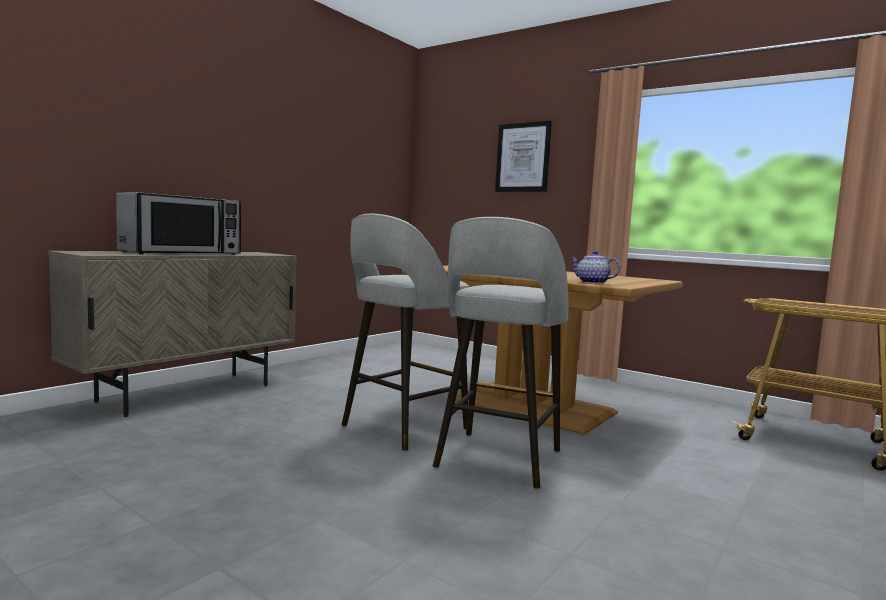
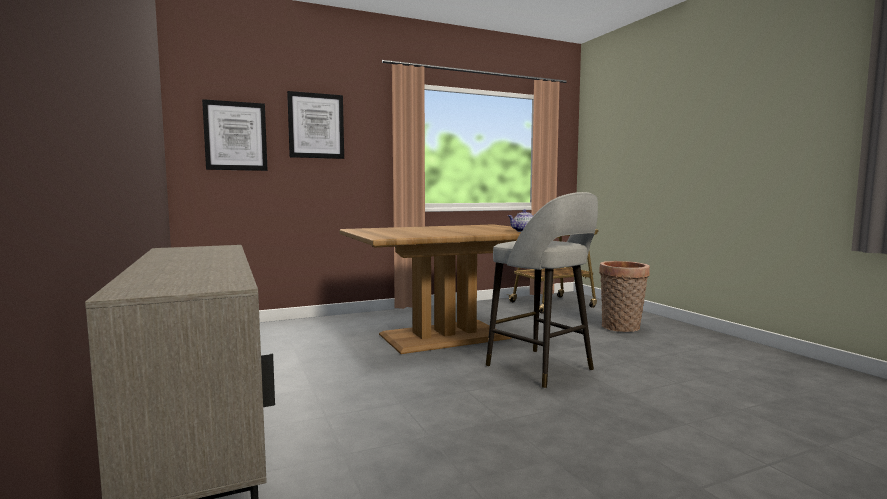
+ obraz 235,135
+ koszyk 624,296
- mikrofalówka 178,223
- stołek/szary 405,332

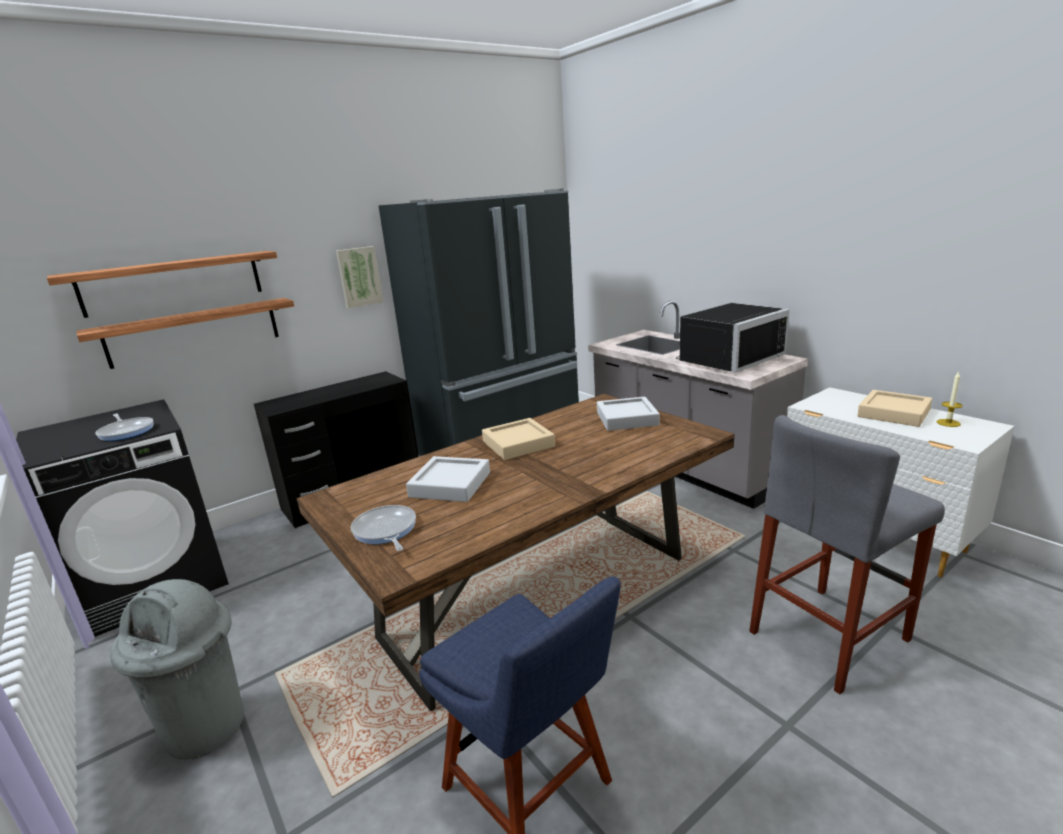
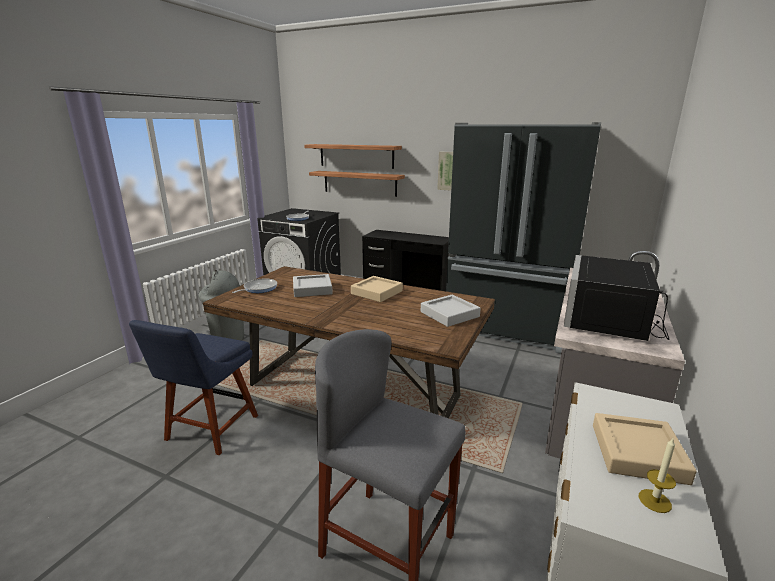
~ mikrofalówka/czarny 732,338 = 617,298 90 degrees clockwise

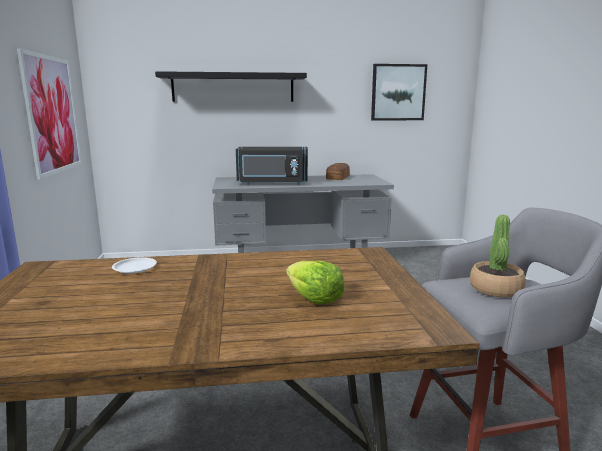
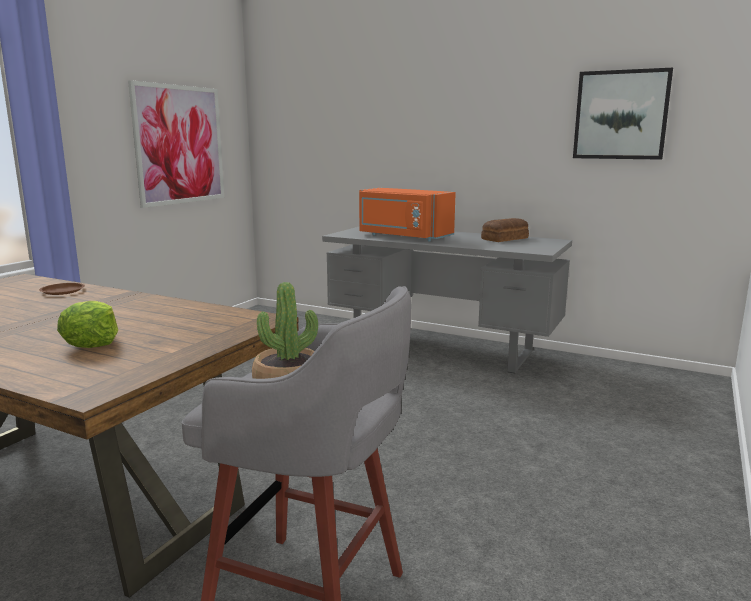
~ talerz/biały 134,265 to talerz/brązowy 62,289
~ mikrofalówka/czarny 272,165 to mikrofalówka/pomarańczowy 407,214
- półka/czarny 231,86

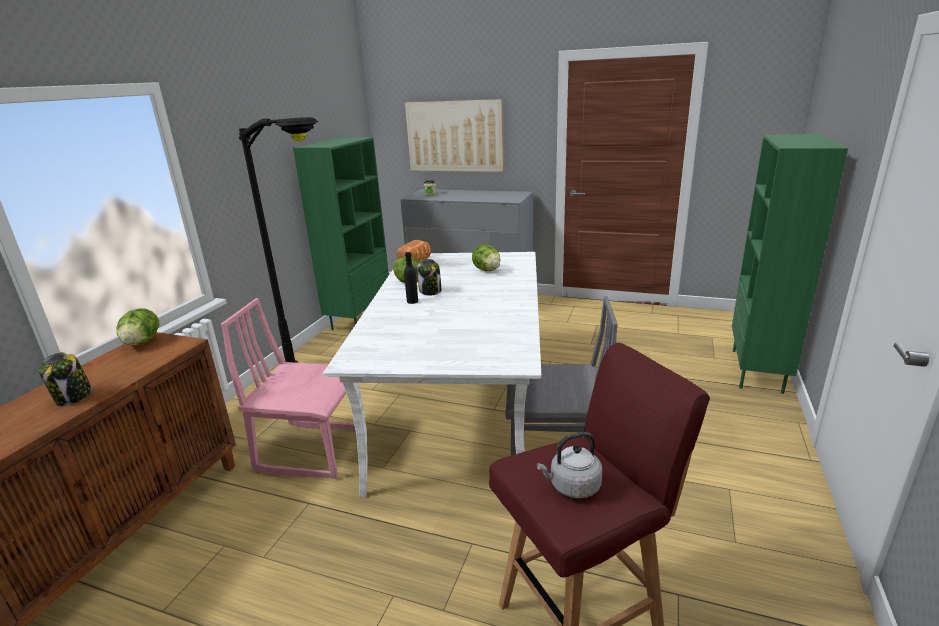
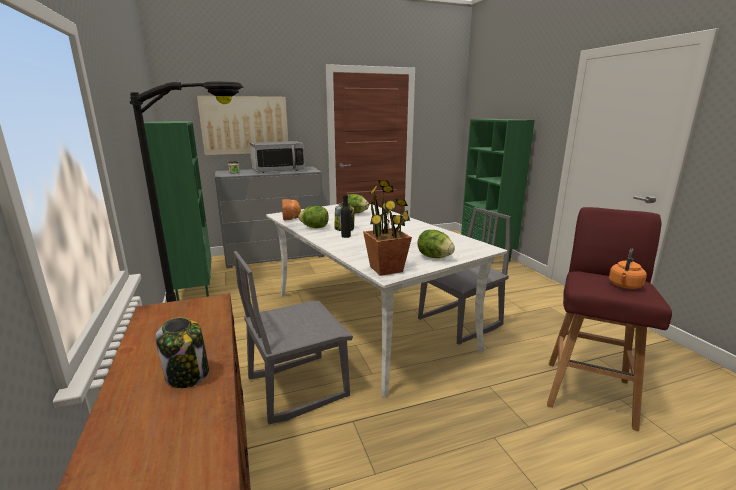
~ krzesło/różowy 288,388 to krzesło/szary 293,338
+ mikrofalówka 277,157
+ roślina doniczkowa 387,228
~ sałata 137,326 to 436,244
~ czajnik/szary 569,465 to czajnik/pomarańczowy 628,268

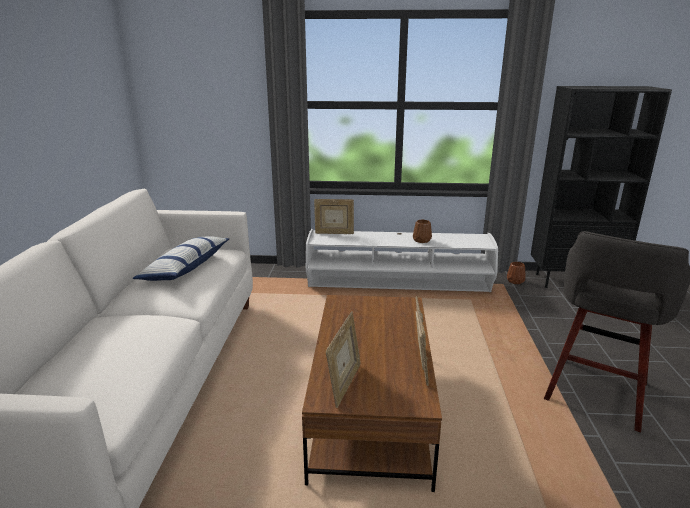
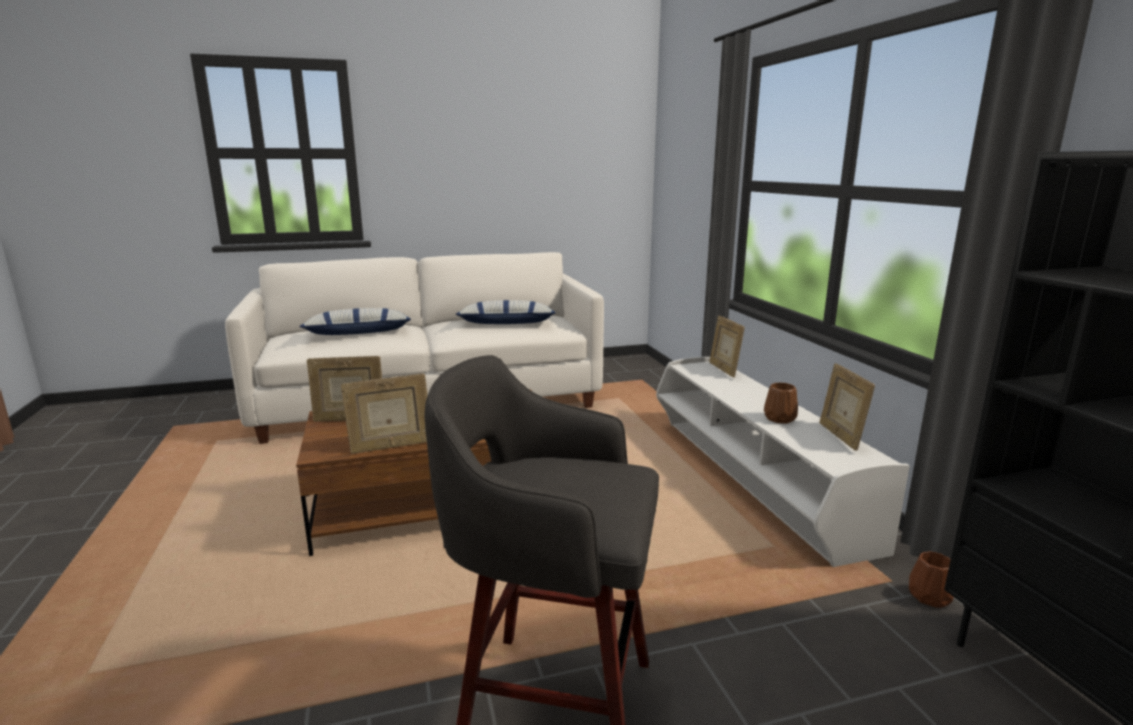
+ poduszka 355,321
+ ramka na zdjęcie 847,407

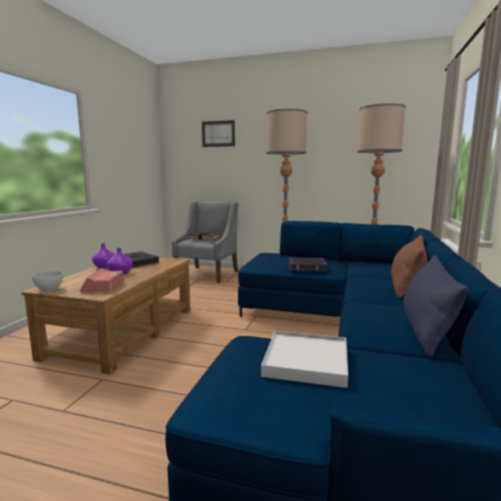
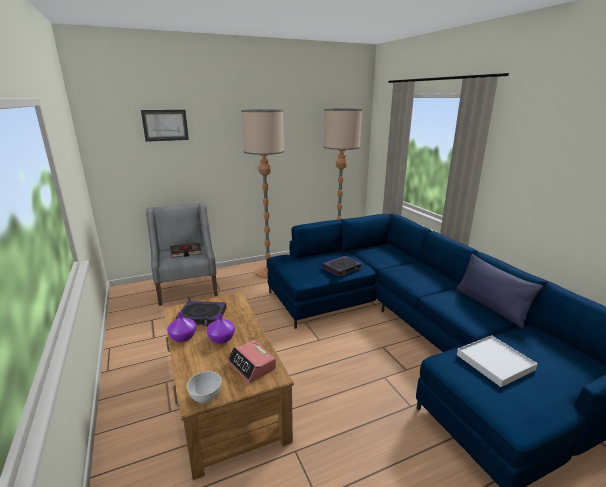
- poduszka/brązowy 409,266

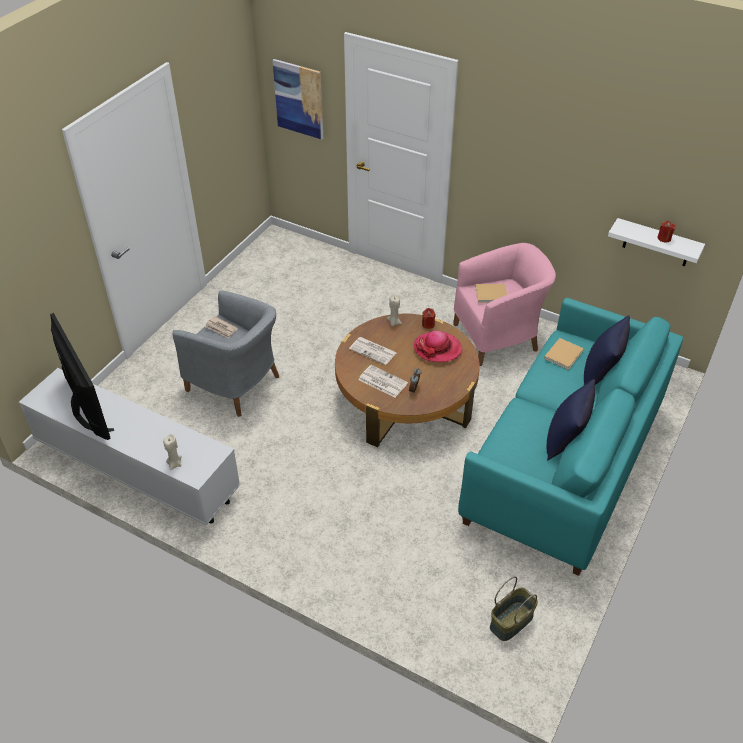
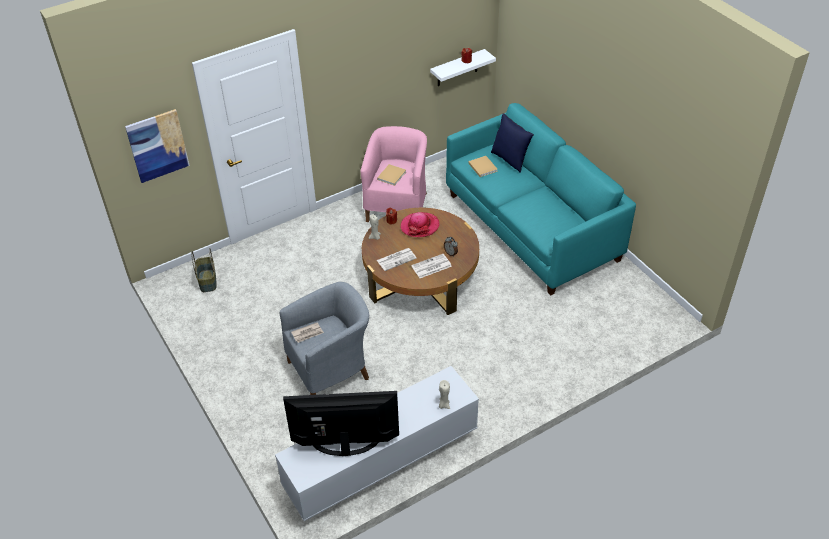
~ koszyk 514,608 to 204,270
- poduszka/niebieski 571,419

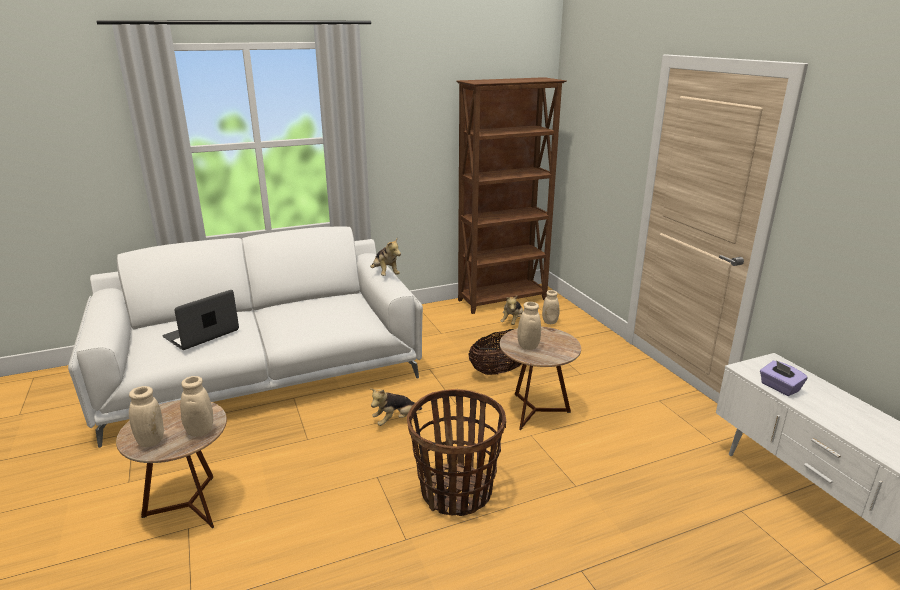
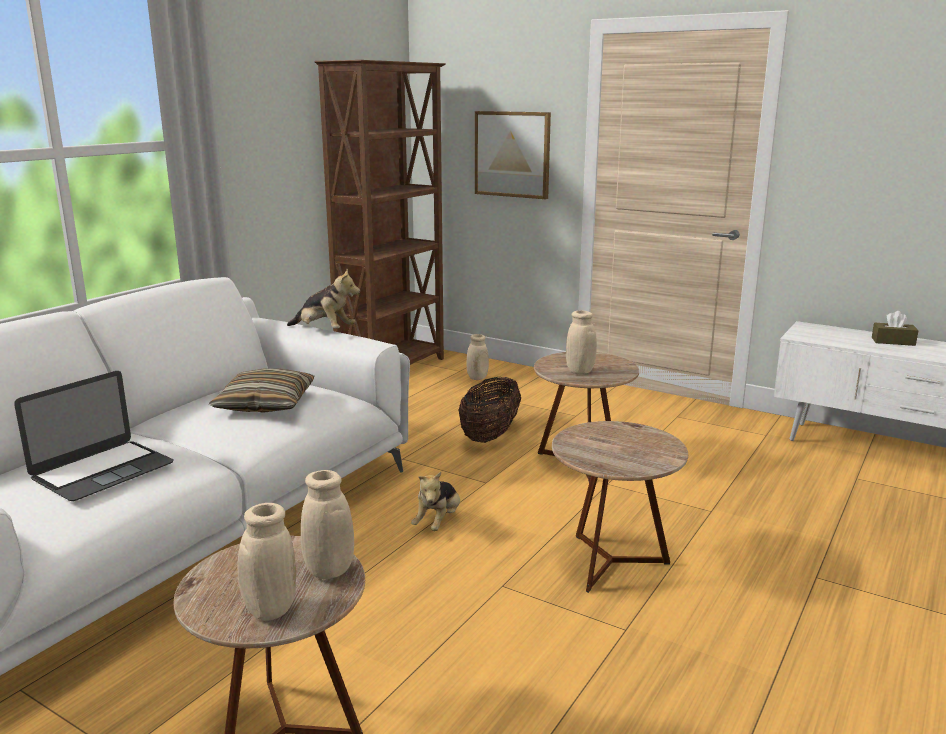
~ laptop 201,320 = 94,436 150 degrees counterclockwise
+ poduszka 261,390
+ obraz 513,155
~ koszyk 456,452 to stolik/brązowy 620,507
+ pudełko chusteczek/brązowy 895,328
- pluszak 511,310
- pudełko chusteczek/fioletowy 783,378

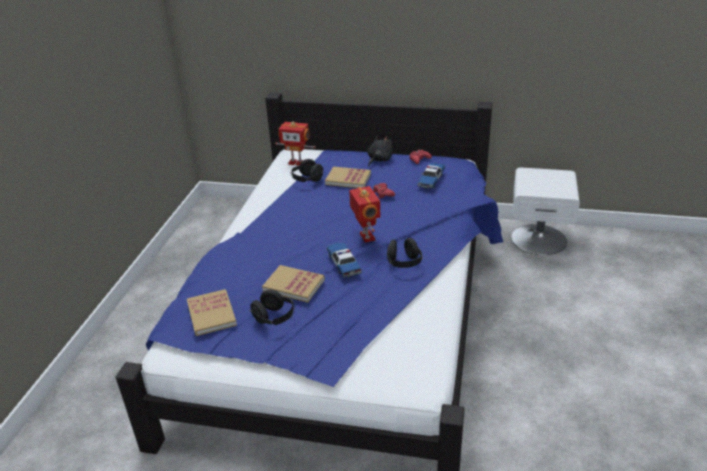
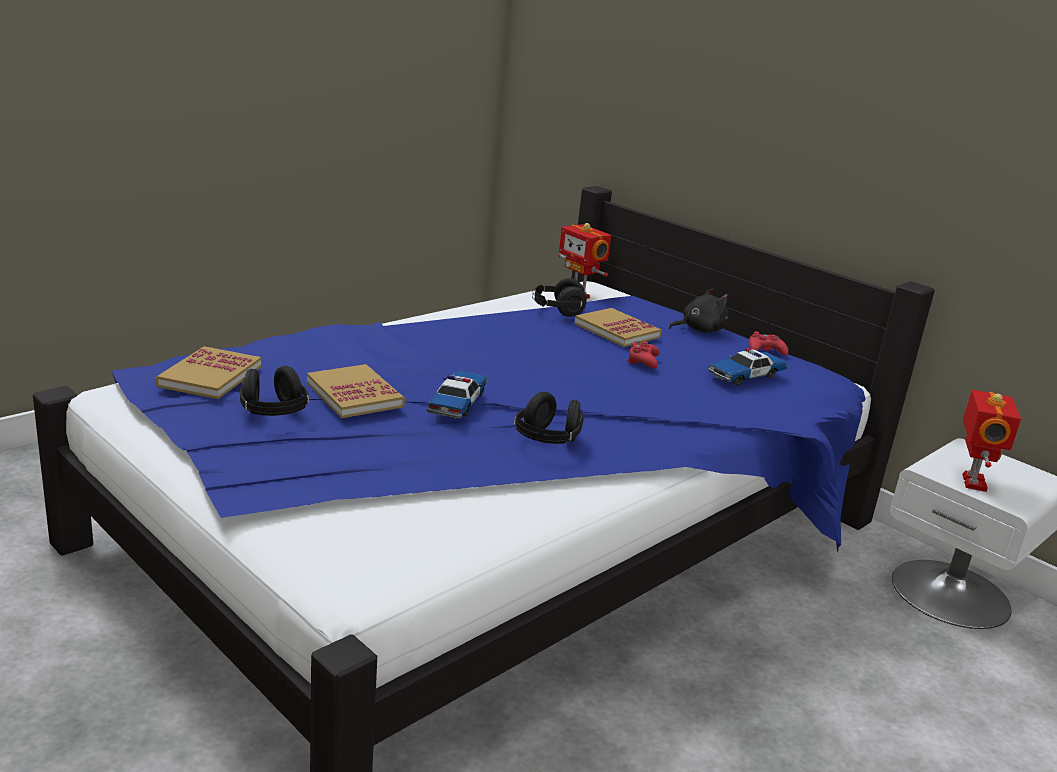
~ robot zabawkowy 364,214 to 991,441

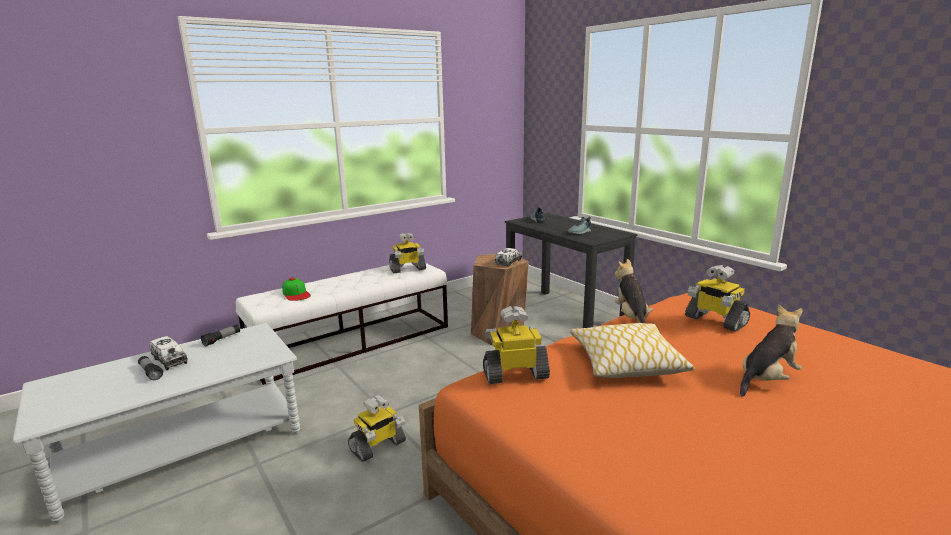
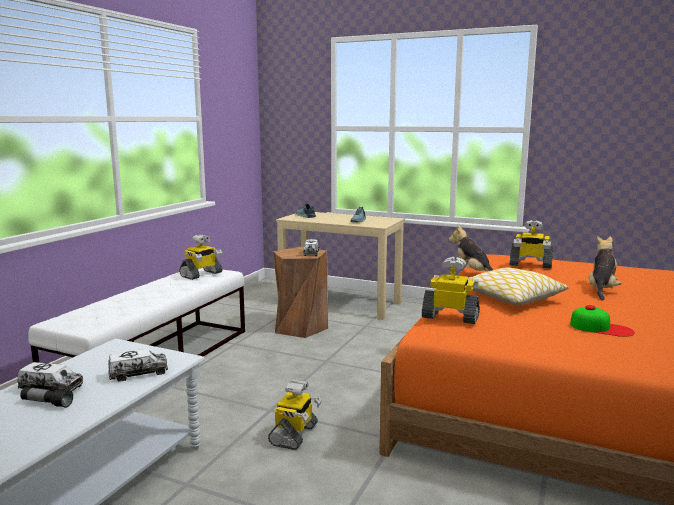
+ ciężarówka zabawkowa 138,365
~ biurko/czarny 571,270 to biurko/beżowy 340,266
~ robot zabawkowy 516,345 = 451,290 60 degrees clockwise
~ czapka z daszkiem 296,289 to 602,321
- latarka 220,335

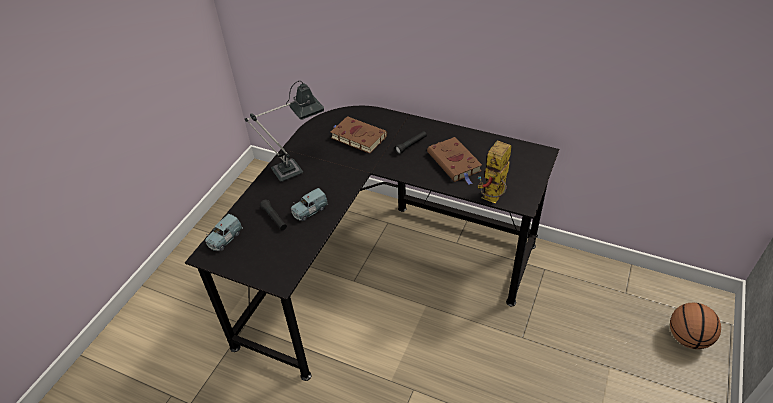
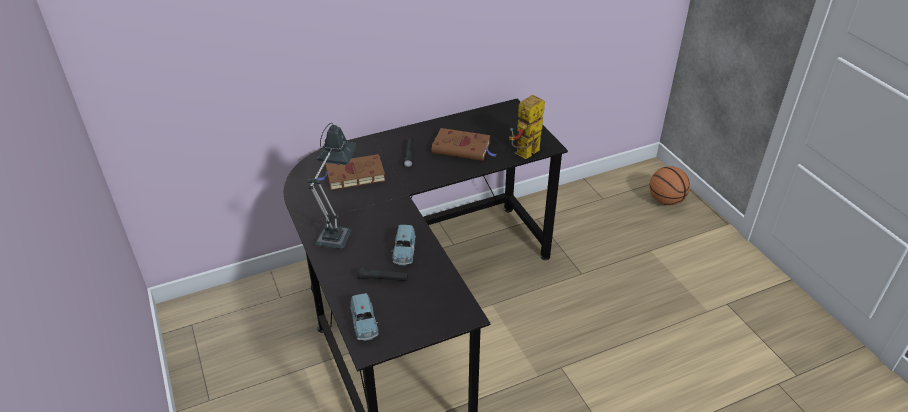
~ robot zabawkowy 495,171 = 527,127 60 degrees clockwise

